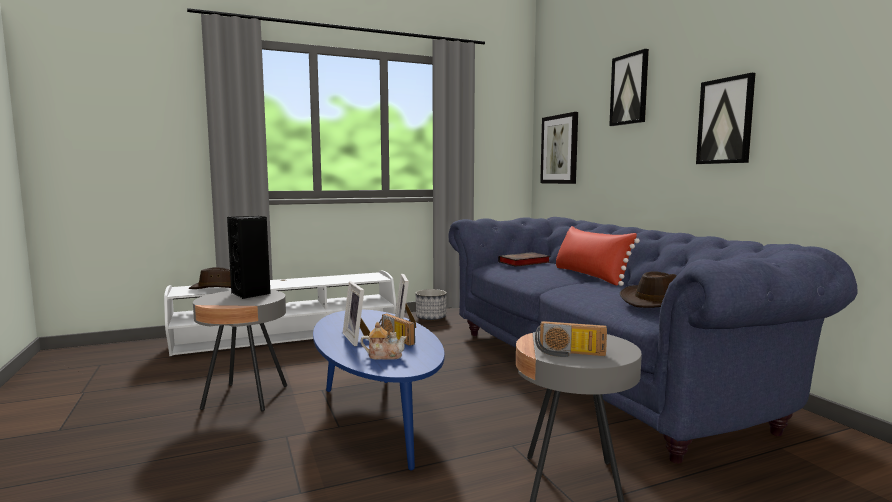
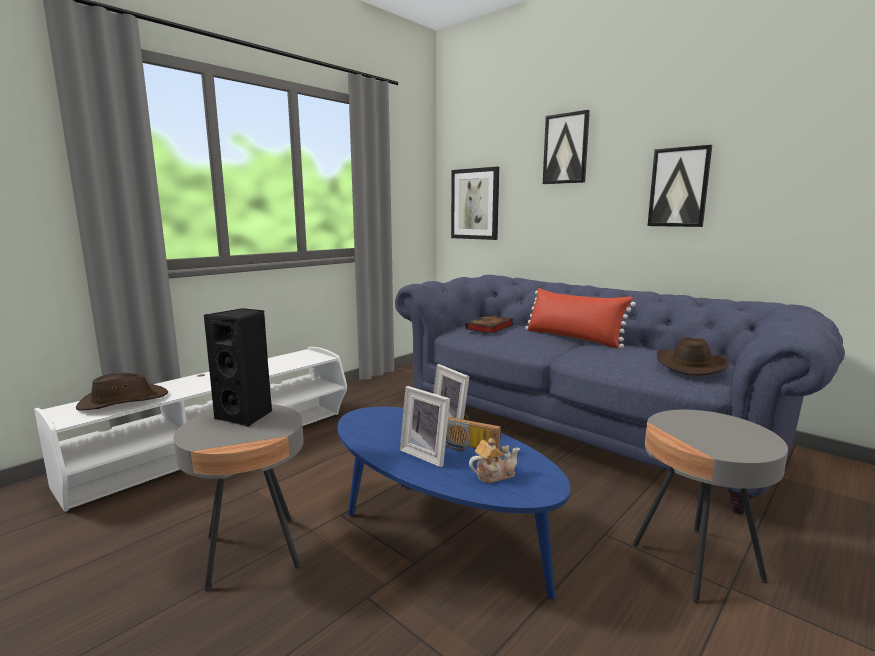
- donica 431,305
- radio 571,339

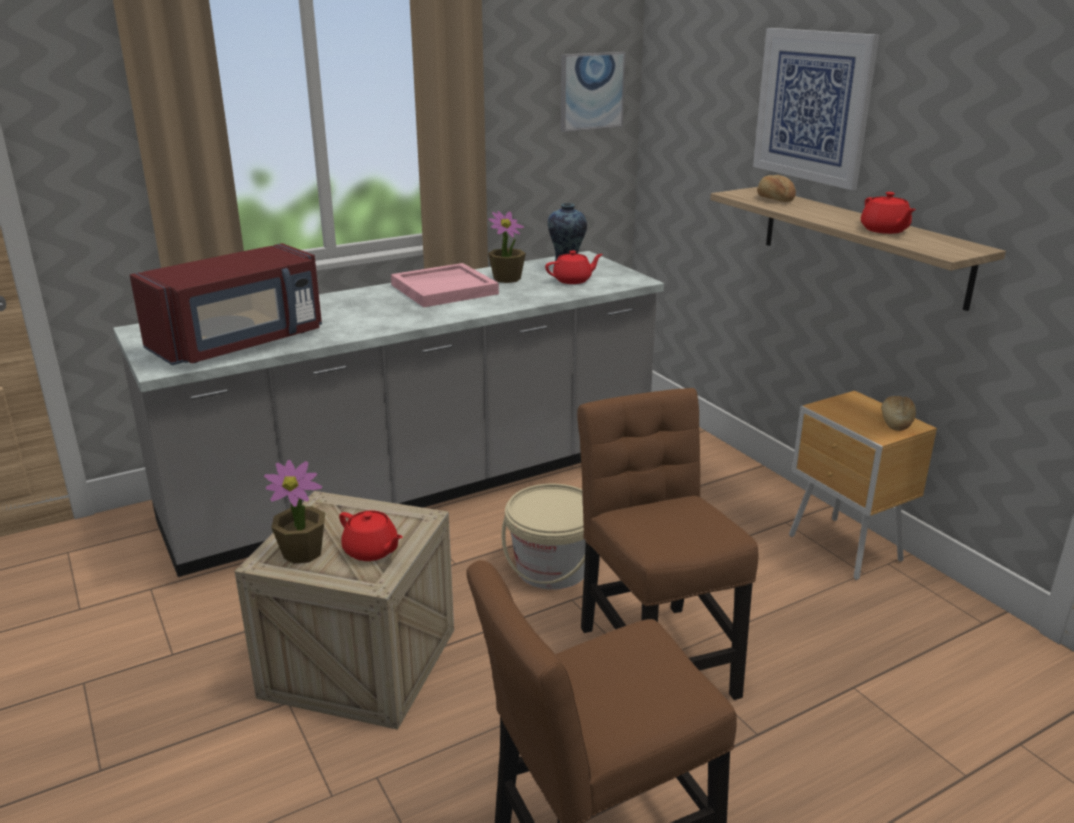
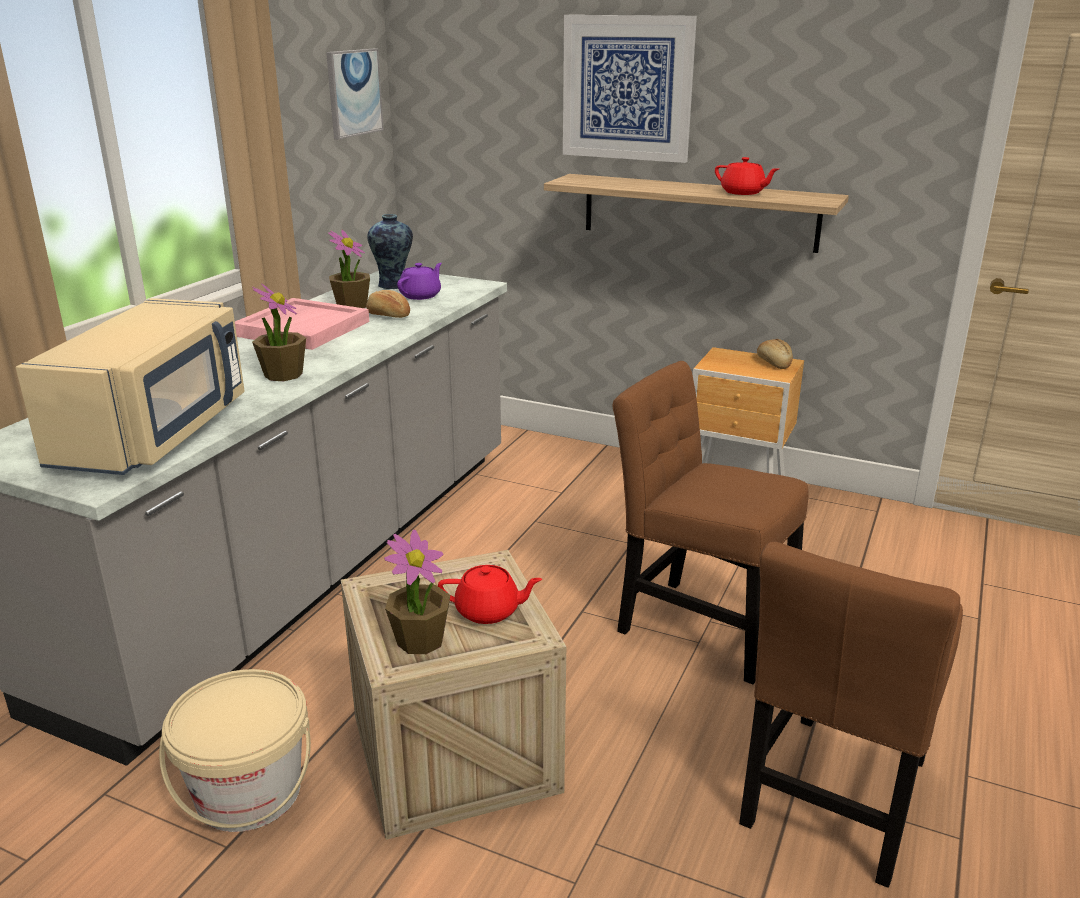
~ mikrofalówka/czerwony 226,304 to mikrofalówka/beżowy 130,386
~ wiadro/beżowy 544,537 to 235,750
+ roślina doniczkowa 279,332
~ chleb 776,188 to 388,304
~ imbryk/czerwony 574,267 to imbryk/fioletowy 419,281

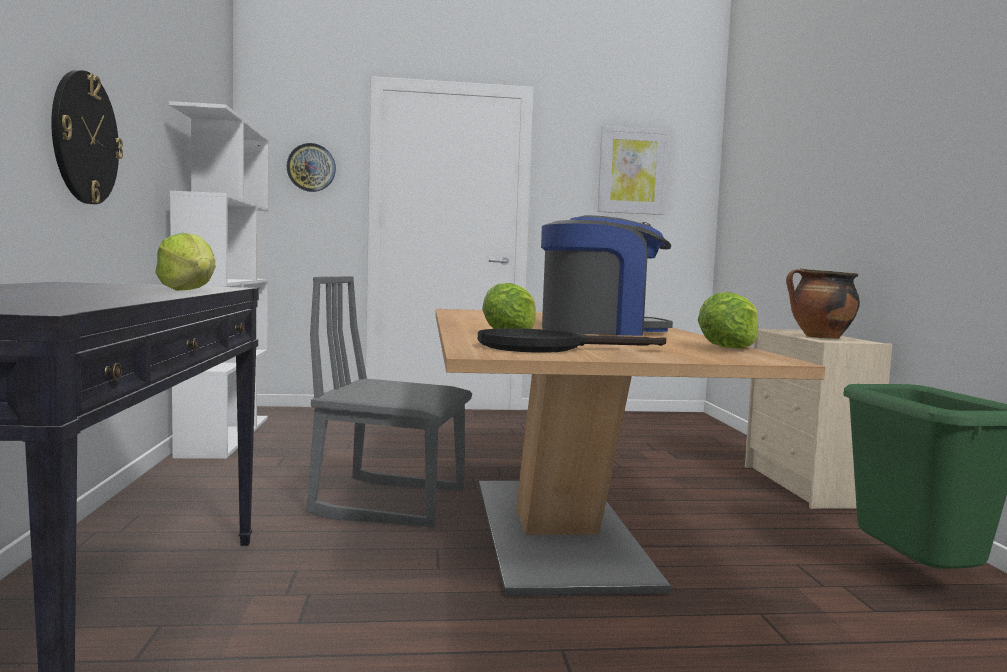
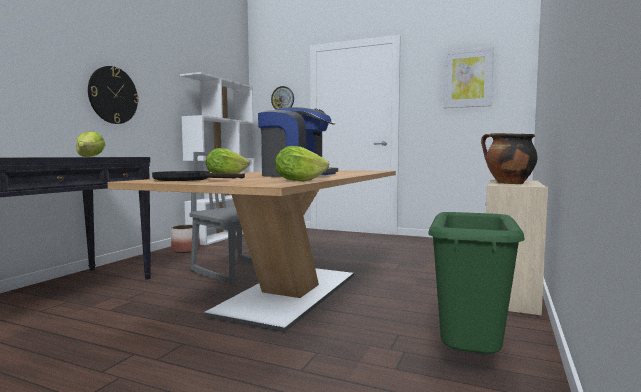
+ donica 185,239

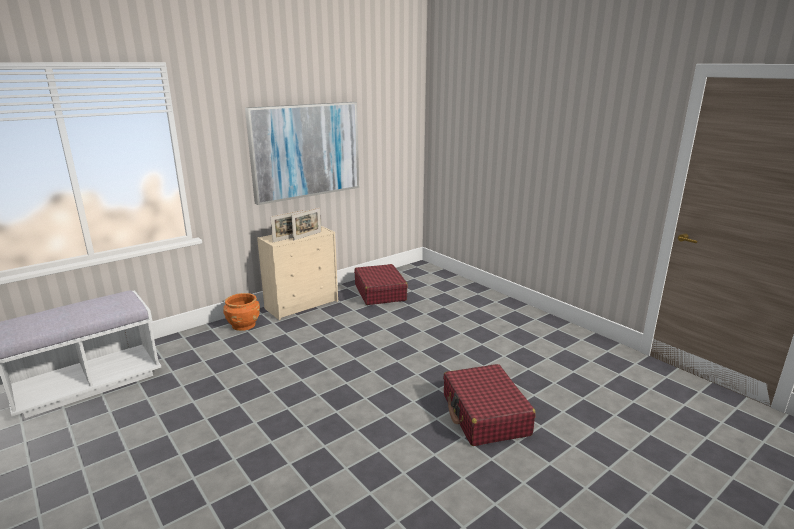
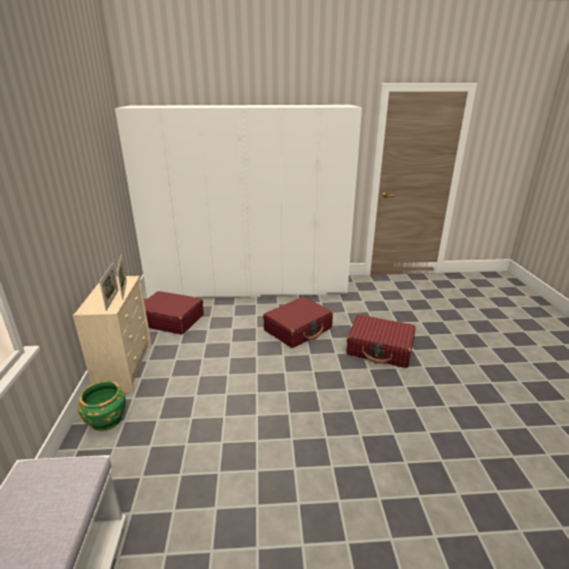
~ donica/pomarańczowy 241,312 to donica/zielony 102,406
+ szafa/biały 238,202
+ walizka/czerwony 298,322
- obraz 302,153

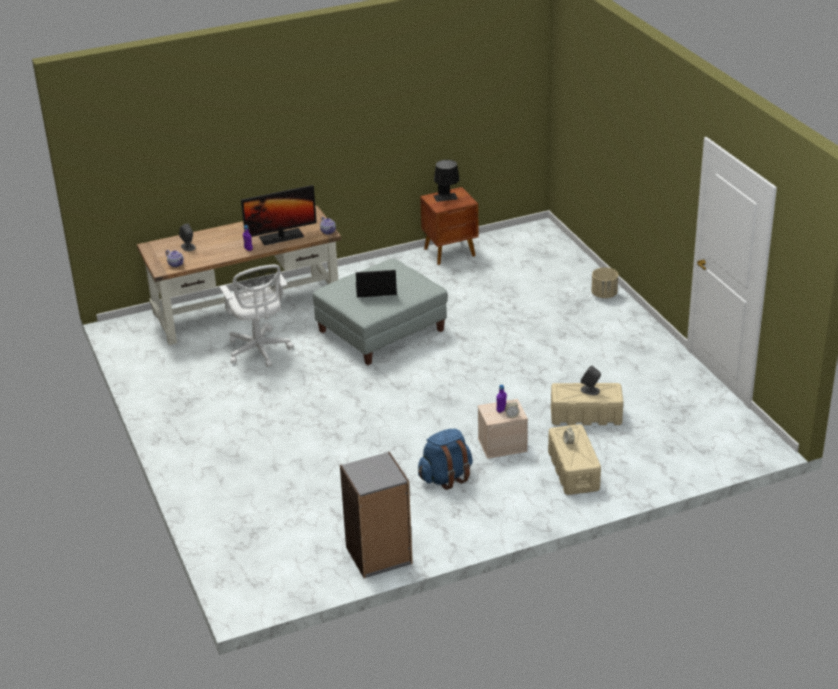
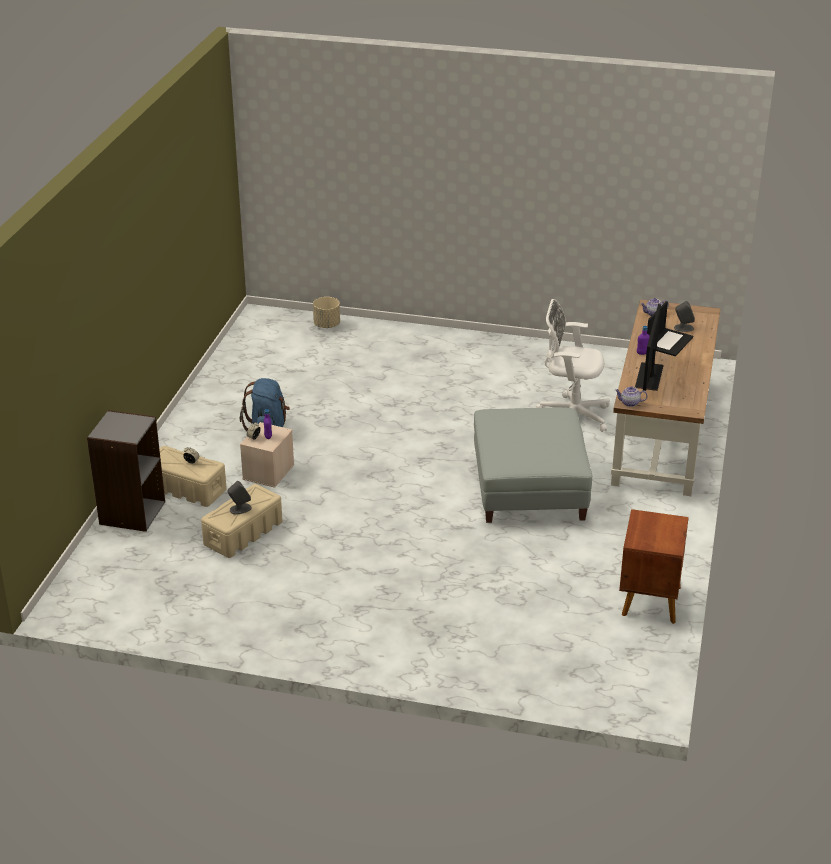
~ regał/szary 376,515 to 126,471
~ donica/beżowy 605,282 to 326,312
~ laptop 376,284 to 670,328
- lampa stołowa/czarny 447,181

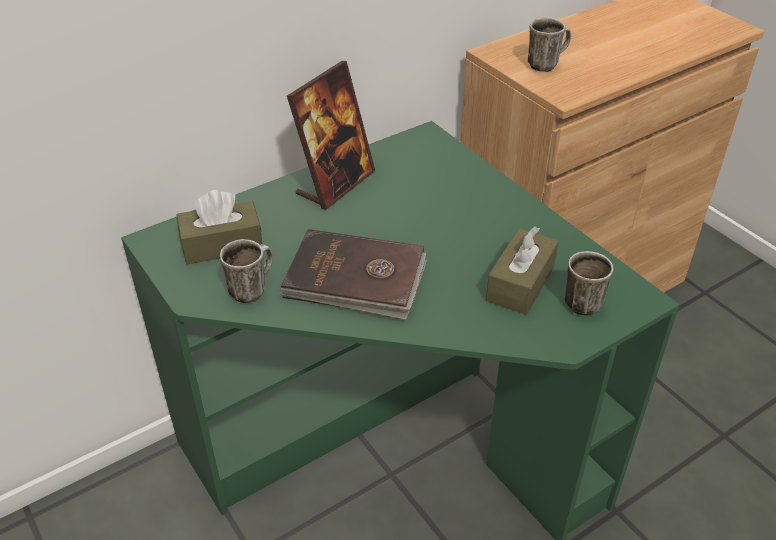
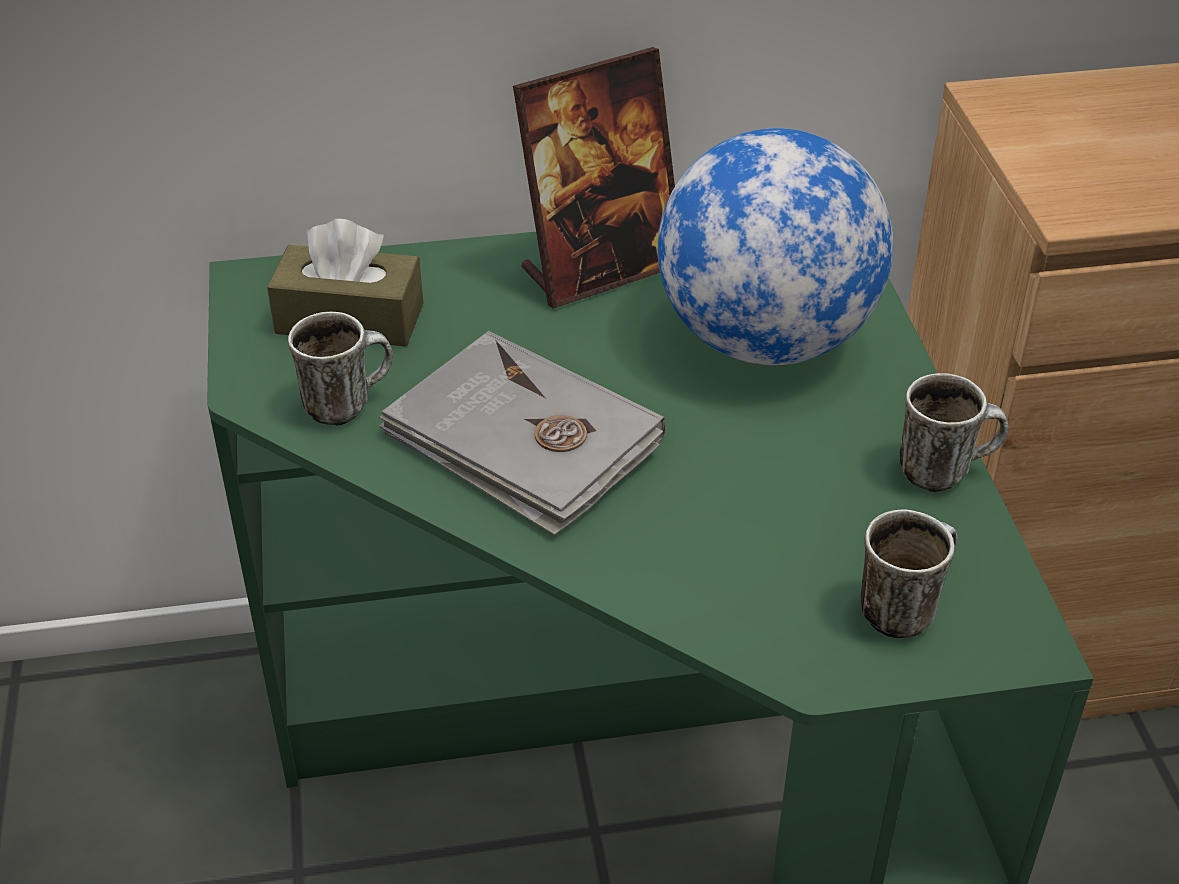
~ książka/brązowy 353,274 to książka/szary 522,433
+ globus 775,246
~ kubek 549,45 to 953,432
- pudełko chusteczek/brązowy 522,270

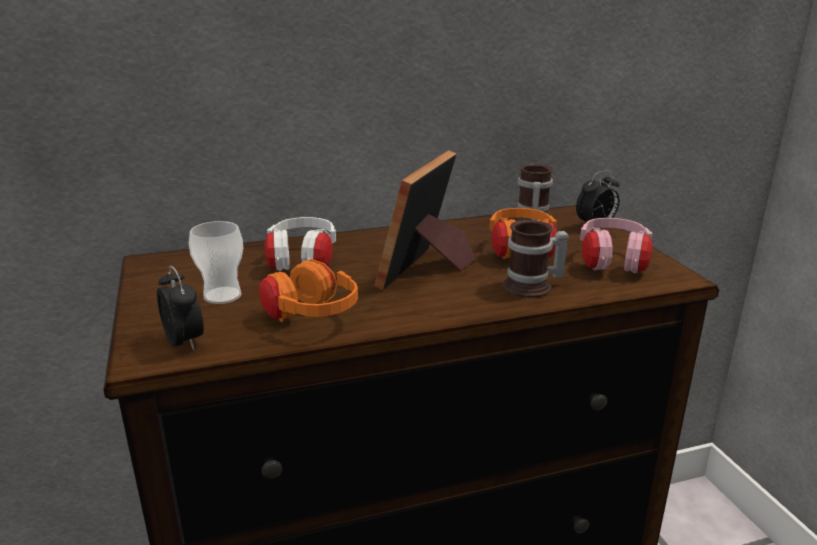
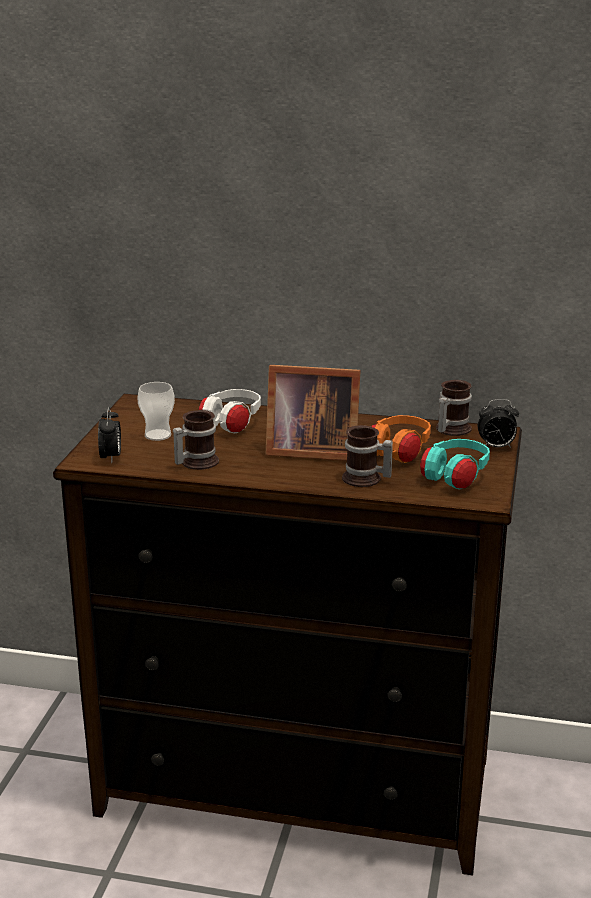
~ słuchawki/pomarańczowy 308,290 to kubek 196,440
~ ramka na zdjęcie 425,220 = 313,413 135 degrees counterclockwise
~ słuchawki/różowy 616,245 to słuchawki/turkusowy 455,464

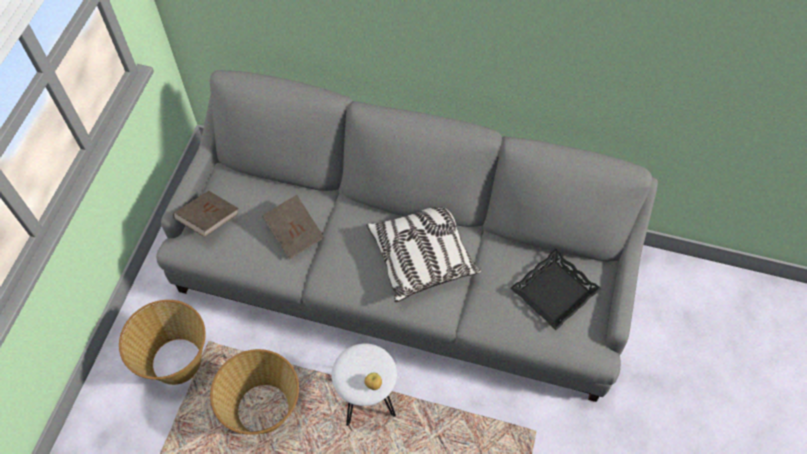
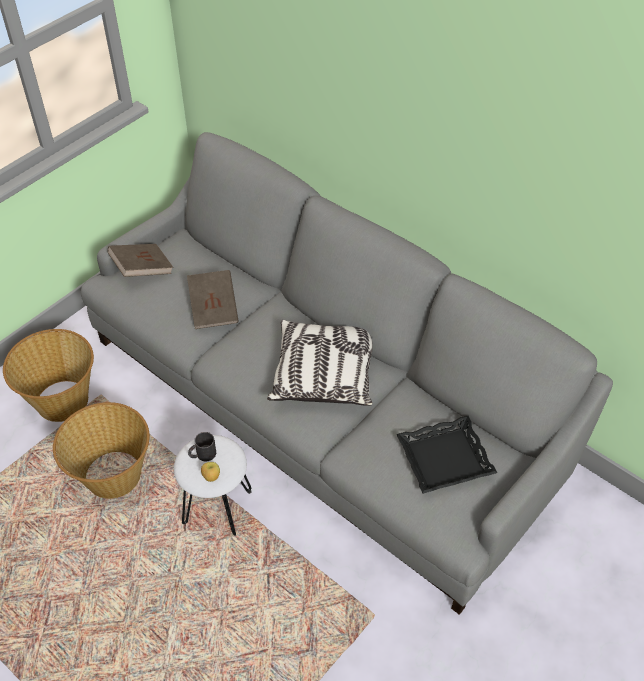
+ kubek/czarny 202,446

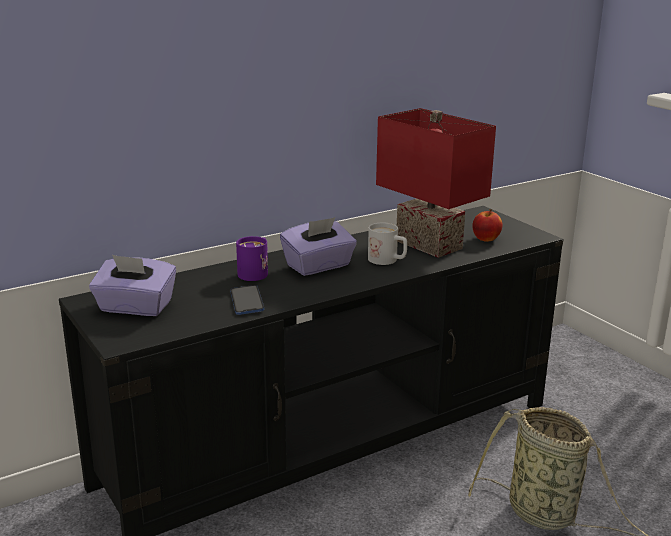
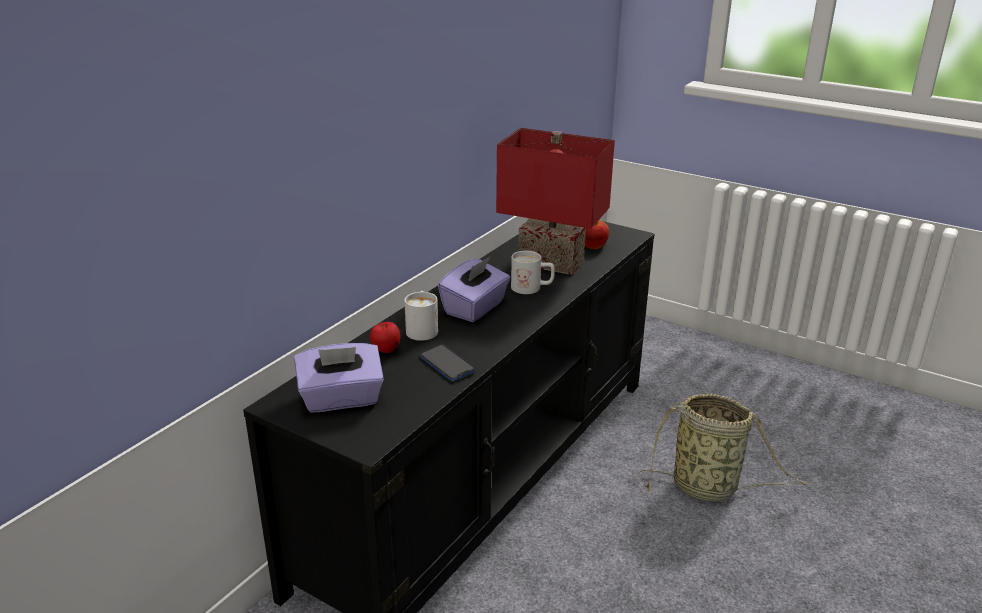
+ jabłko 385,337
~ kubek/fioletowy 252,258 to kubek/biały 421,316

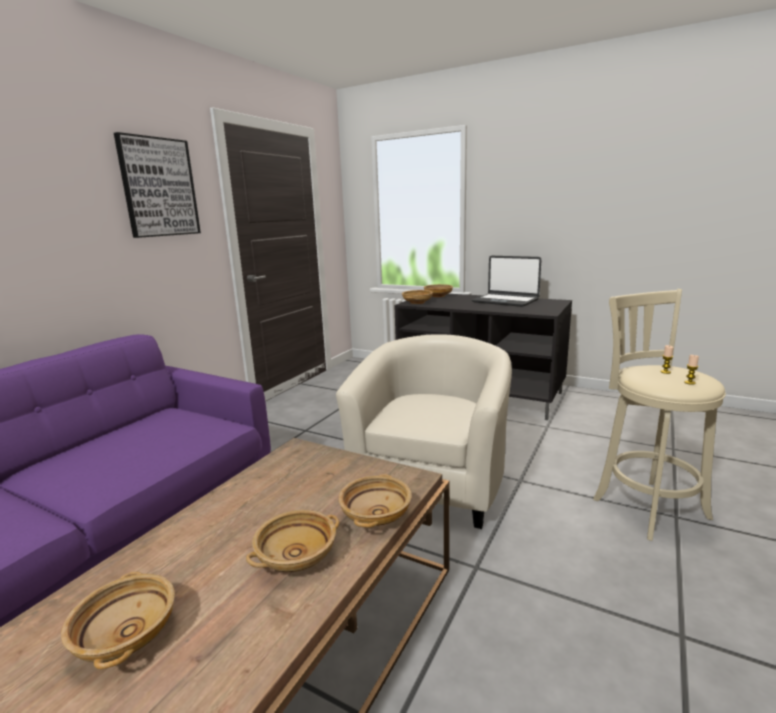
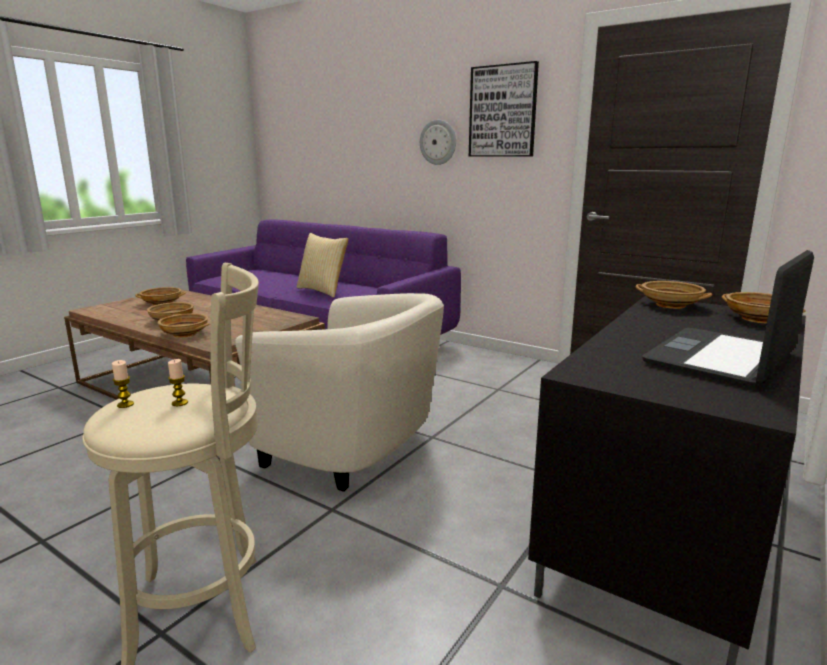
+ poduszka 322,265
+ zegar ścienny 438,142

